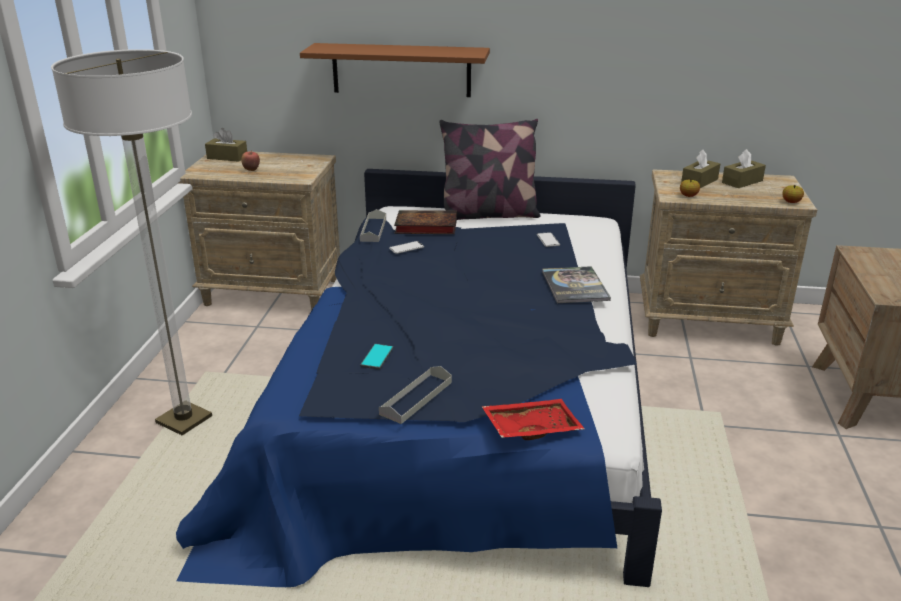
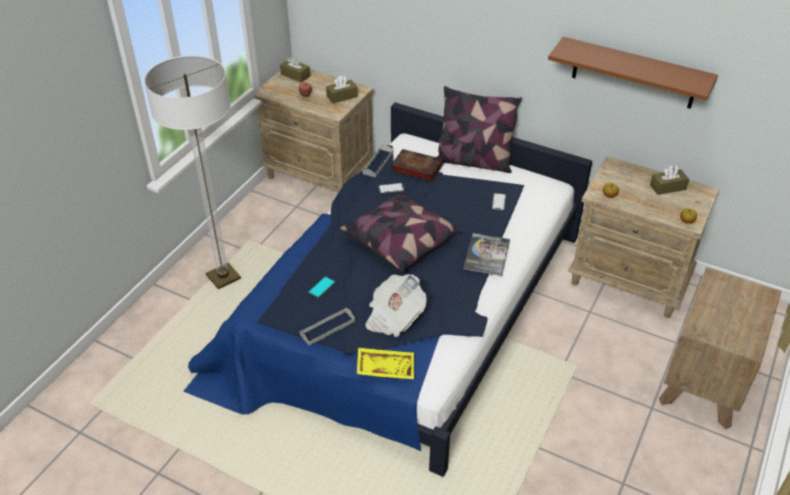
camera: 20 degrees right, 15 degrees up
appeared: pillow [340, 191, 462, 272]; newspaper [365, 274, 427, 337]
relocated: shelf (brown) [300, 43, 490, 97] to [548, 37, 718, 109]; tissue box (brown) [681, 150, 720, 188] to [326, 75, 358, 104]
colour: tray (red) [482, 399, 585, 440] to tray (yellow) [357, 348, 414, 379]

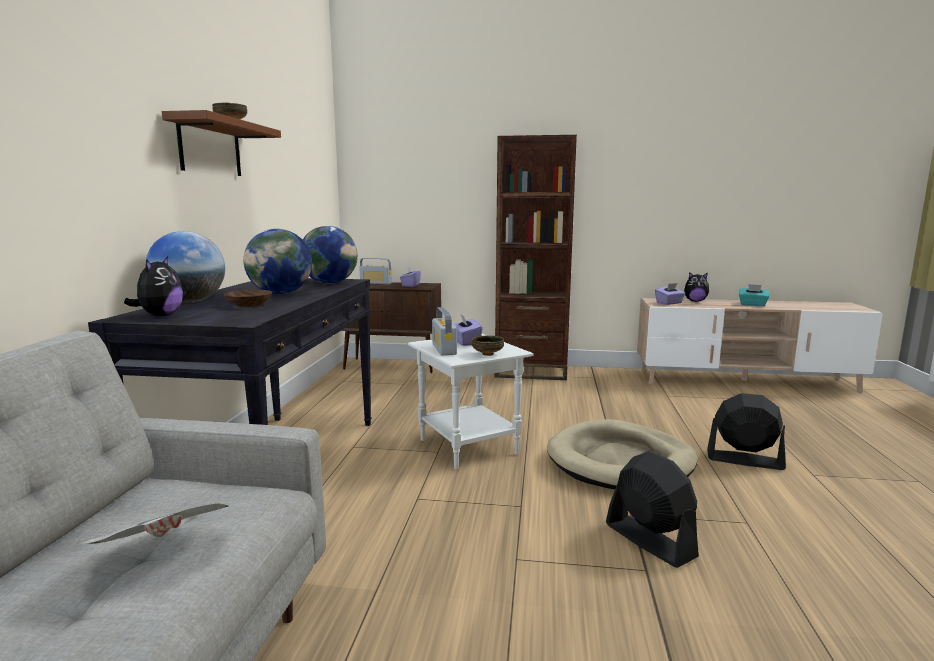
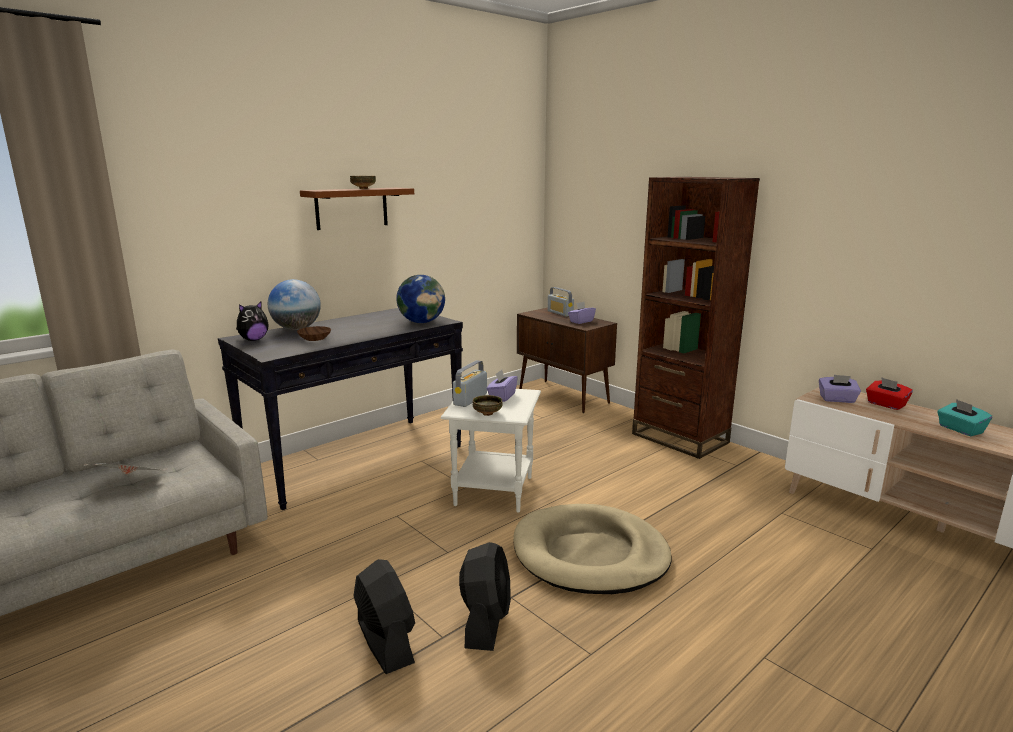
camera: 40 degrees right, 5 degrees up
missing: globe [244, 229, 312, 294]
relocated: fan (black) [707, 393, 786, 470] to [353, 559, 415, 674]
exchanged: plush toy [684, 272, 709, 302] to tissue box (red) [866, 377, 913, 410]

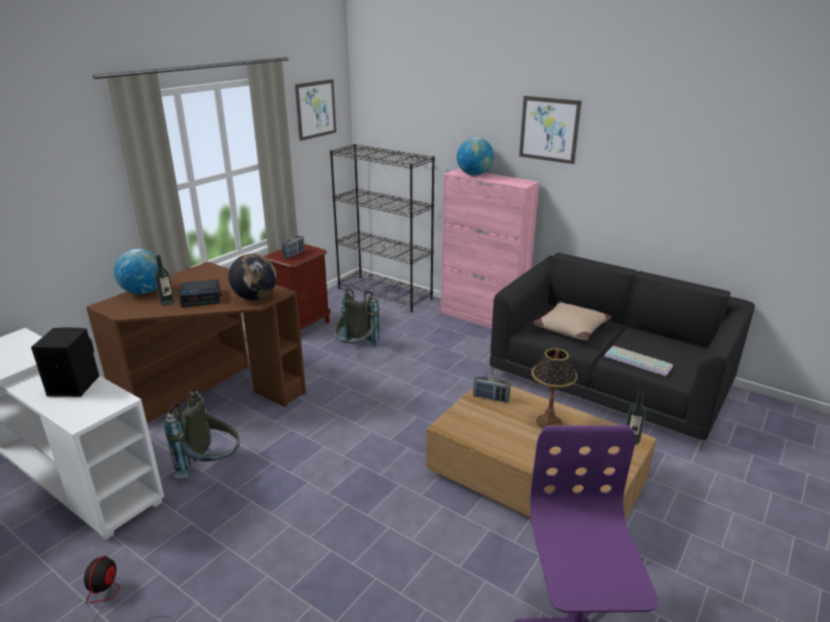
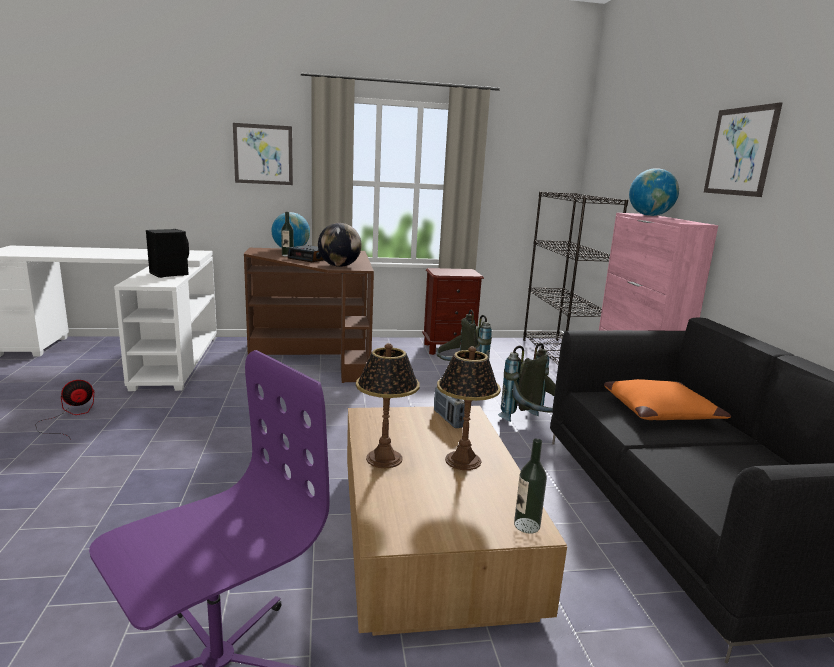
camera: 45 degrees right, 10 degrees down
missing: radio [282, 236, 305, 259]; keyboard [604, 346, 673, 376]
appeared: table lamp [356, 343, 420, 468]
relocated: picture [295, 79, 336, 141] to [233, 123, 293, 185]; backpack (grey) [164, 388, 240, 478] to [498, 343, 556, 422]
colour: pillow (beige) [533, 301, 612, 341] to pillow (orange) [604, 379, 731, 420]

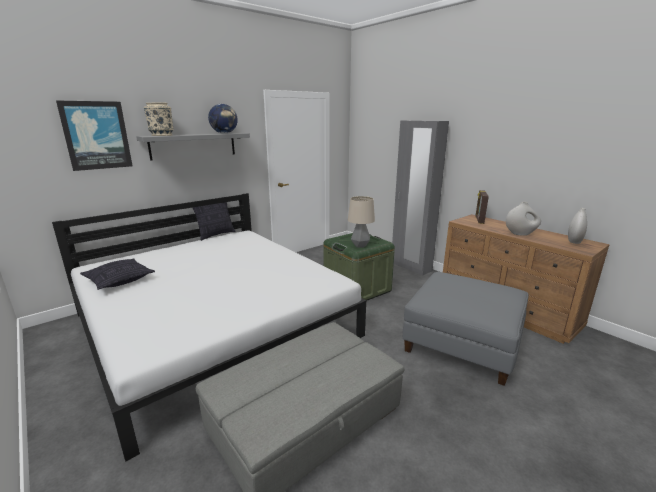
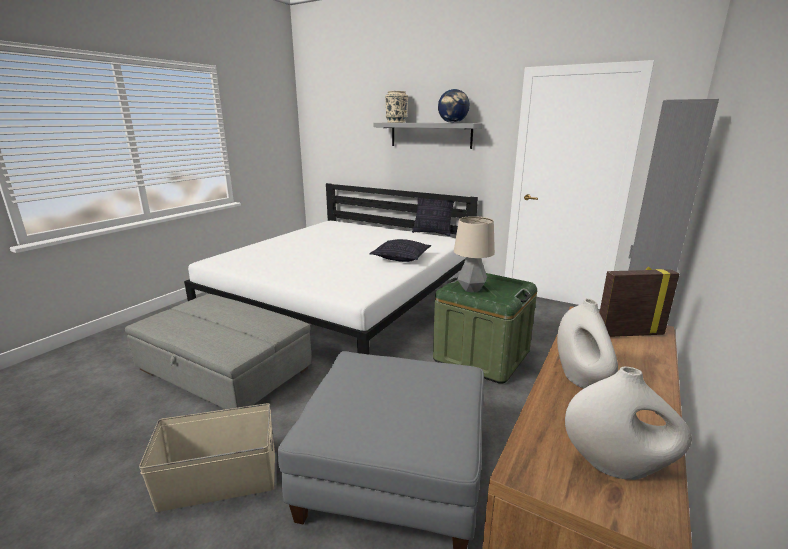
camera: 70 degrees right, 0 degrees up
missing: picture [56, 100, 132, 171]
appeared: storage box (beige) [139, 403, 275, 512]
relocated: pillow [80, 258, 155, 290] to [370, 239, 431, 262]

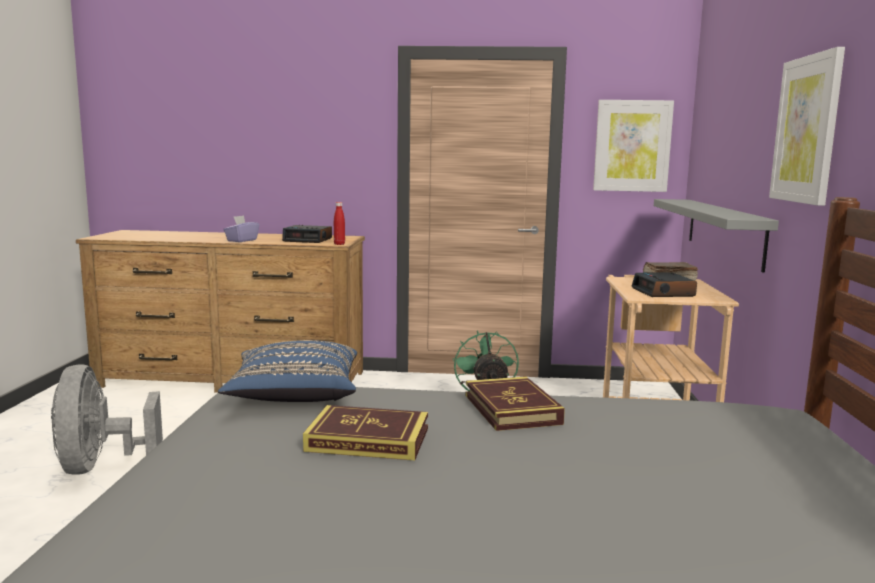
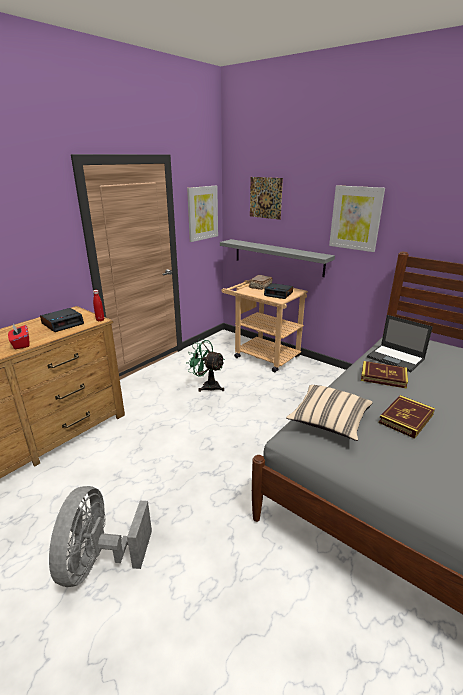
camera: 55 degrees left, 15 degrees up
appeared: picture [250, 177, 283, 220]; laptop [367, 315, 433, 372]
colour: tissue box (purple) [223, 215, 259, 242] to tissue box (red) [8, 324, 30, 349]; pillow (blue) [218, 340, 357, 402] to pillow (beige) [286, 385, 373, 441]
spun: fan (grey) [51, 364, 163, 475] = [49, 486, 152, 587] 75 degrees clockwise

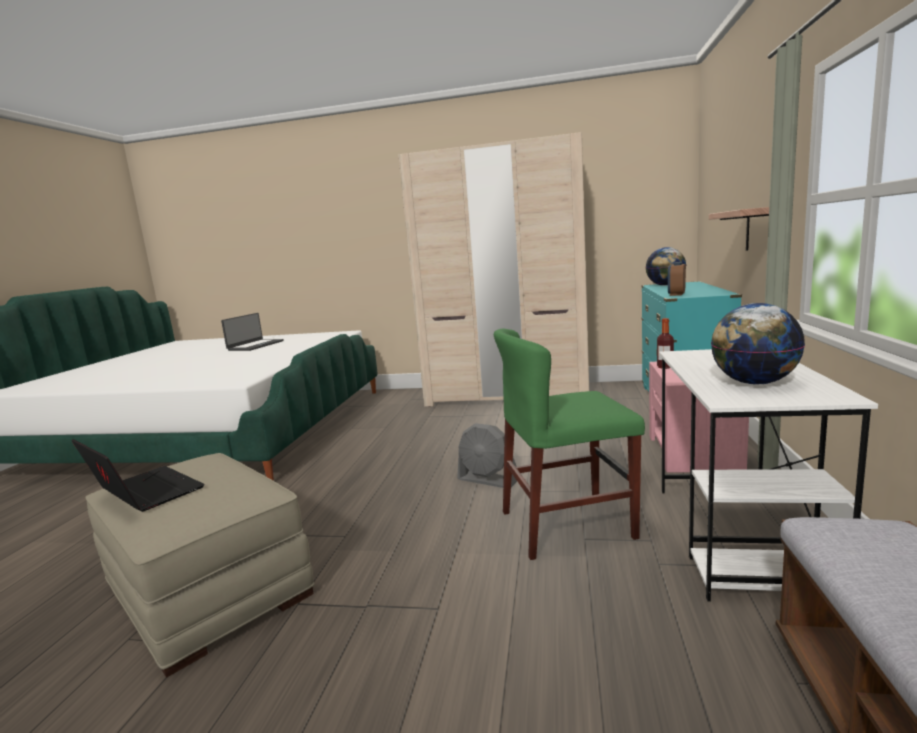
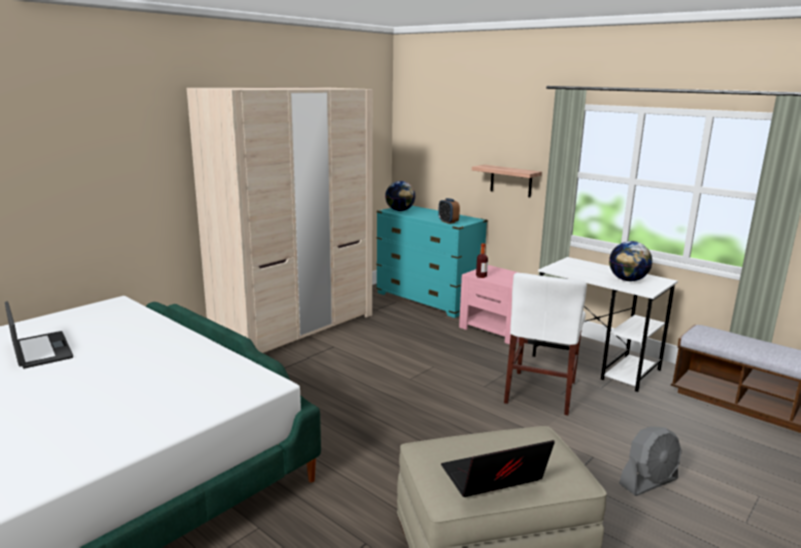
camera: 60 degrees left, 5 degrees up
relocated: fan (grey) [457, 423, 517, 488] to [619, 426, 682, 496]
colour: chair (green) [494, 328, 645, 560] to chair (white) [504, 273, 587, 415]

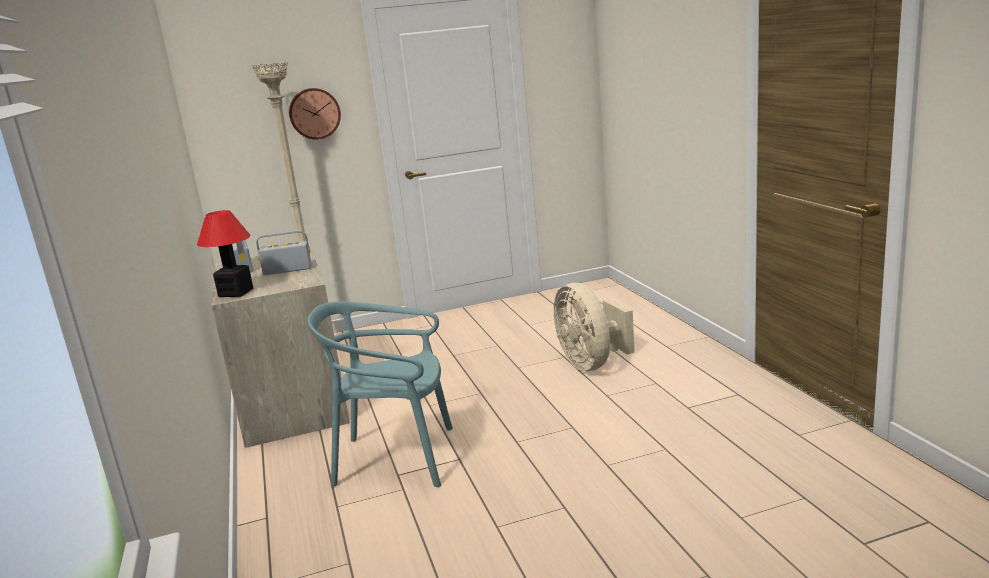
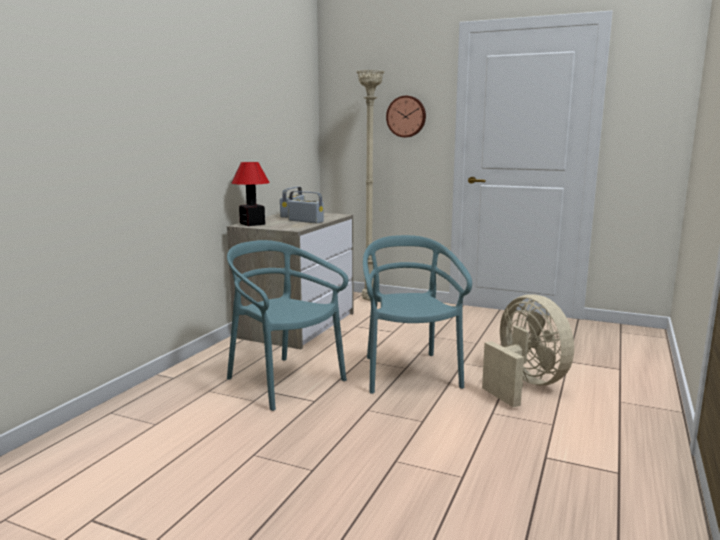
camera: 40 degrees right, 5 degrees down
appeared: chair (turquoise) [363, 235, 472, 394]
spun: fan (beige) [554, 283, 635, 371] = [482, 294, 574, 408] 135 degrees clockwise

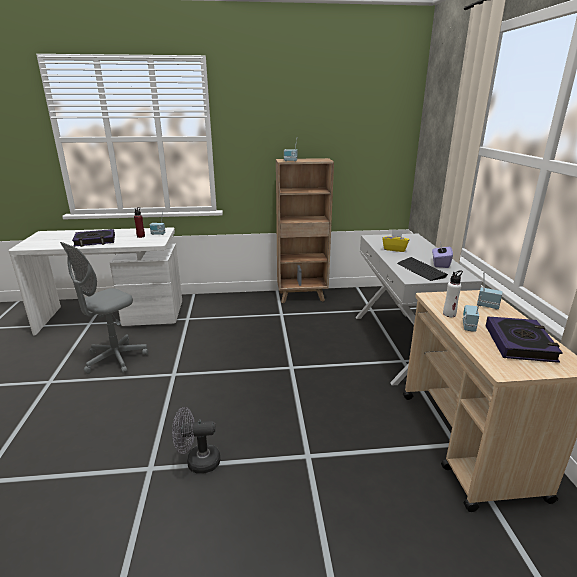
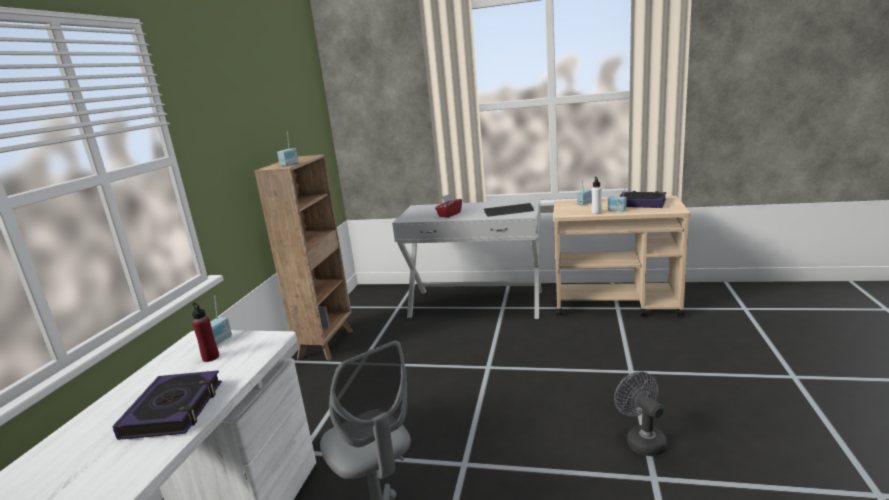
camera: 70 degrees left, 5 degrees down
missing: tissue box (purple) [432, 246, 453, 268]
colour: tissue box (yellow) [382, 229, 409, 252] to tissue box (red) [435, 194, 462, 218]
spun: fan (grey) [172, 407, 220, 474] = [614, 372, 668, 456] 150 degrees clockwise

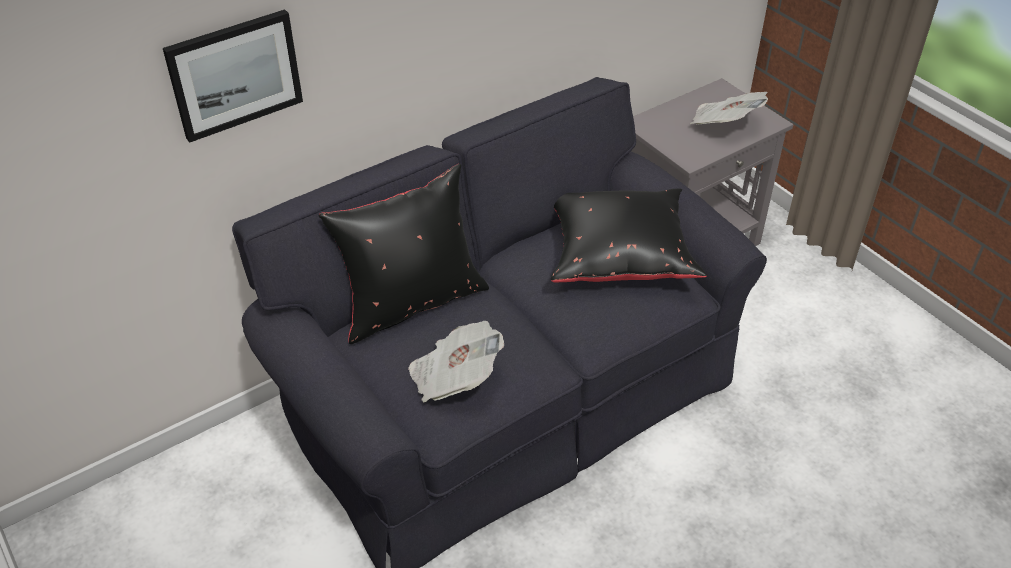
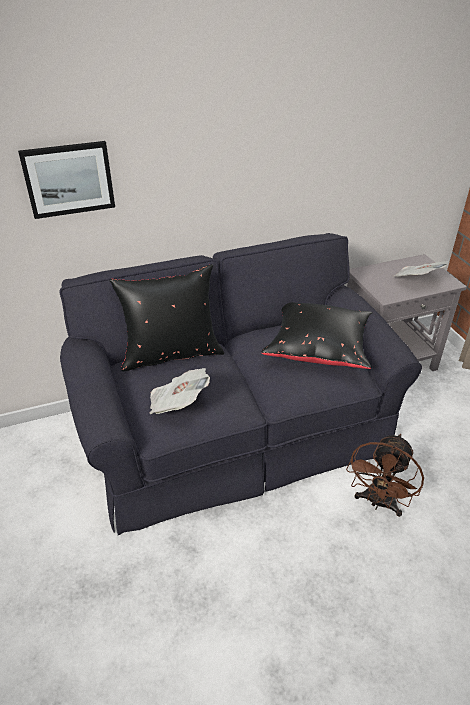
camera: 15 degrees right, 5 degrees down
appeared: fan (brown) [346, 434, 424, 517]

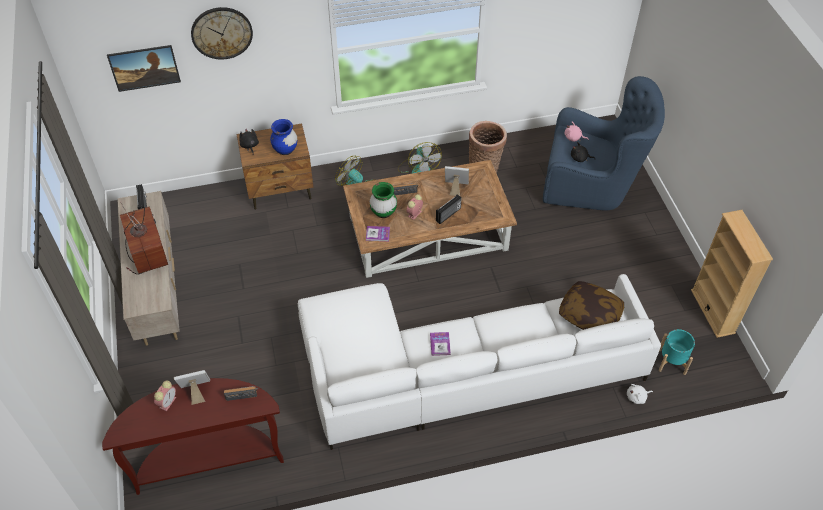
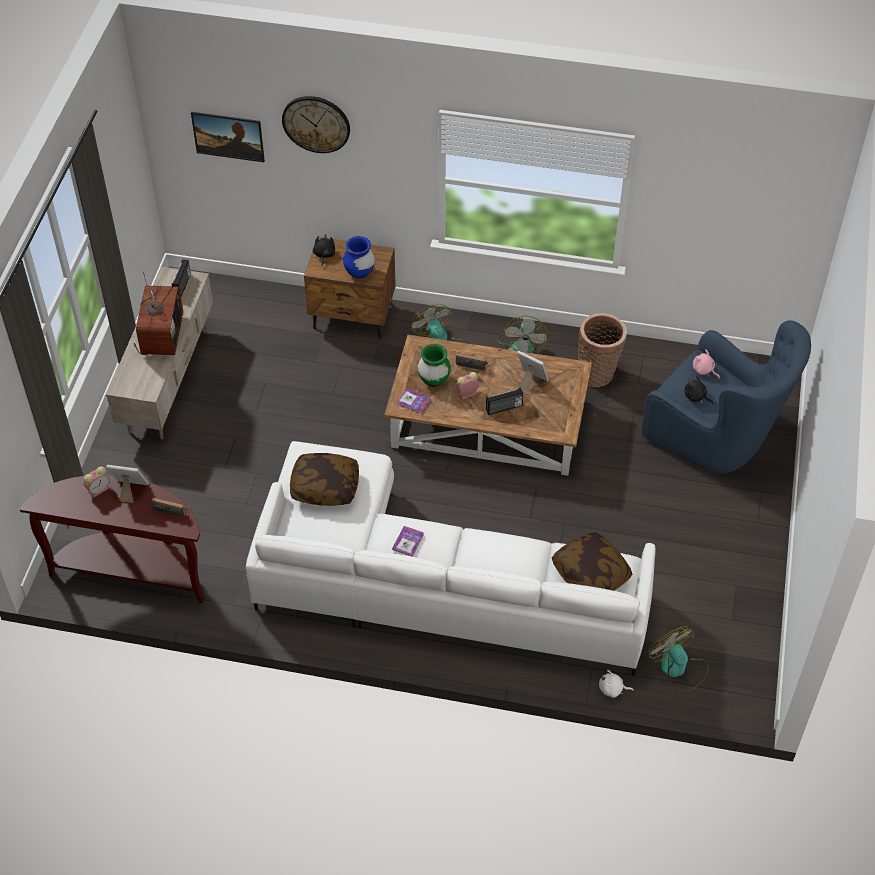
camera: 25 degrees right, 0 degrees up
missing: bookcase (beige) [691, 210, 773, 338]
appeared: pillow [290, 453, 359, 506]
exchanged: planter (turquoise) [659, 329, 695, 375] to fan [649, 626, 709, 691]

